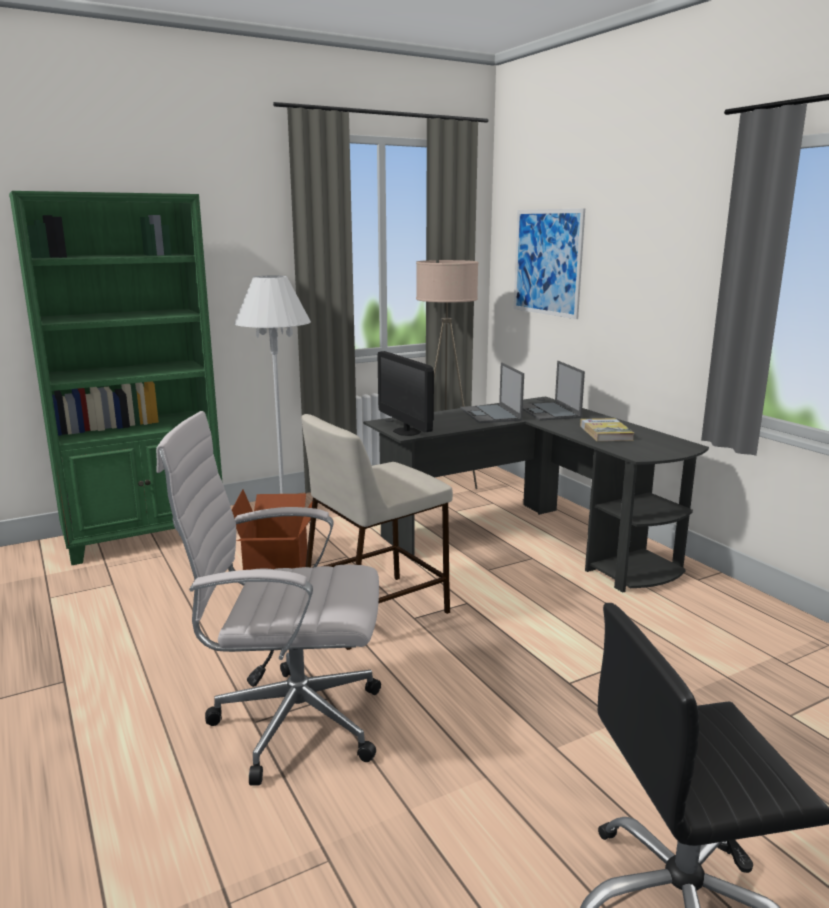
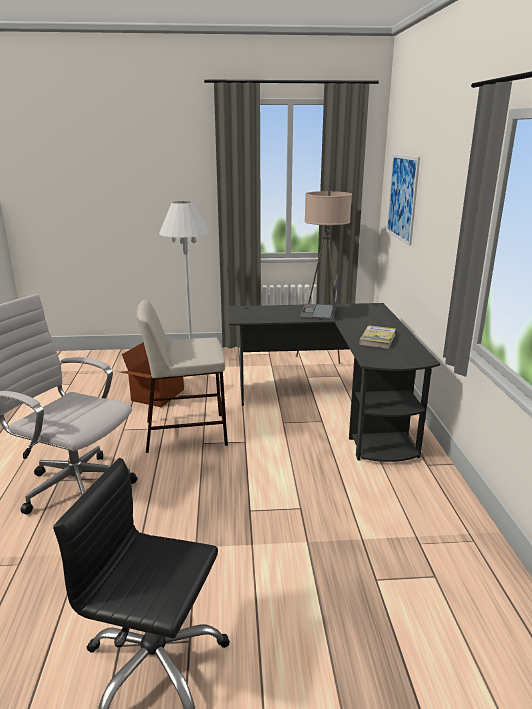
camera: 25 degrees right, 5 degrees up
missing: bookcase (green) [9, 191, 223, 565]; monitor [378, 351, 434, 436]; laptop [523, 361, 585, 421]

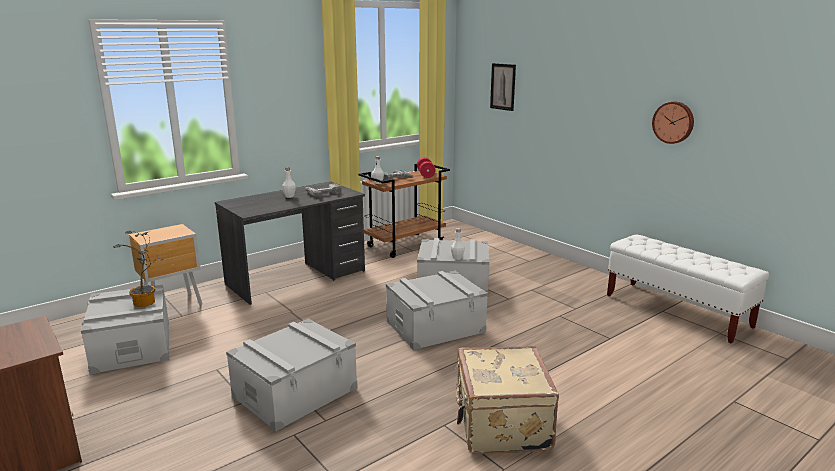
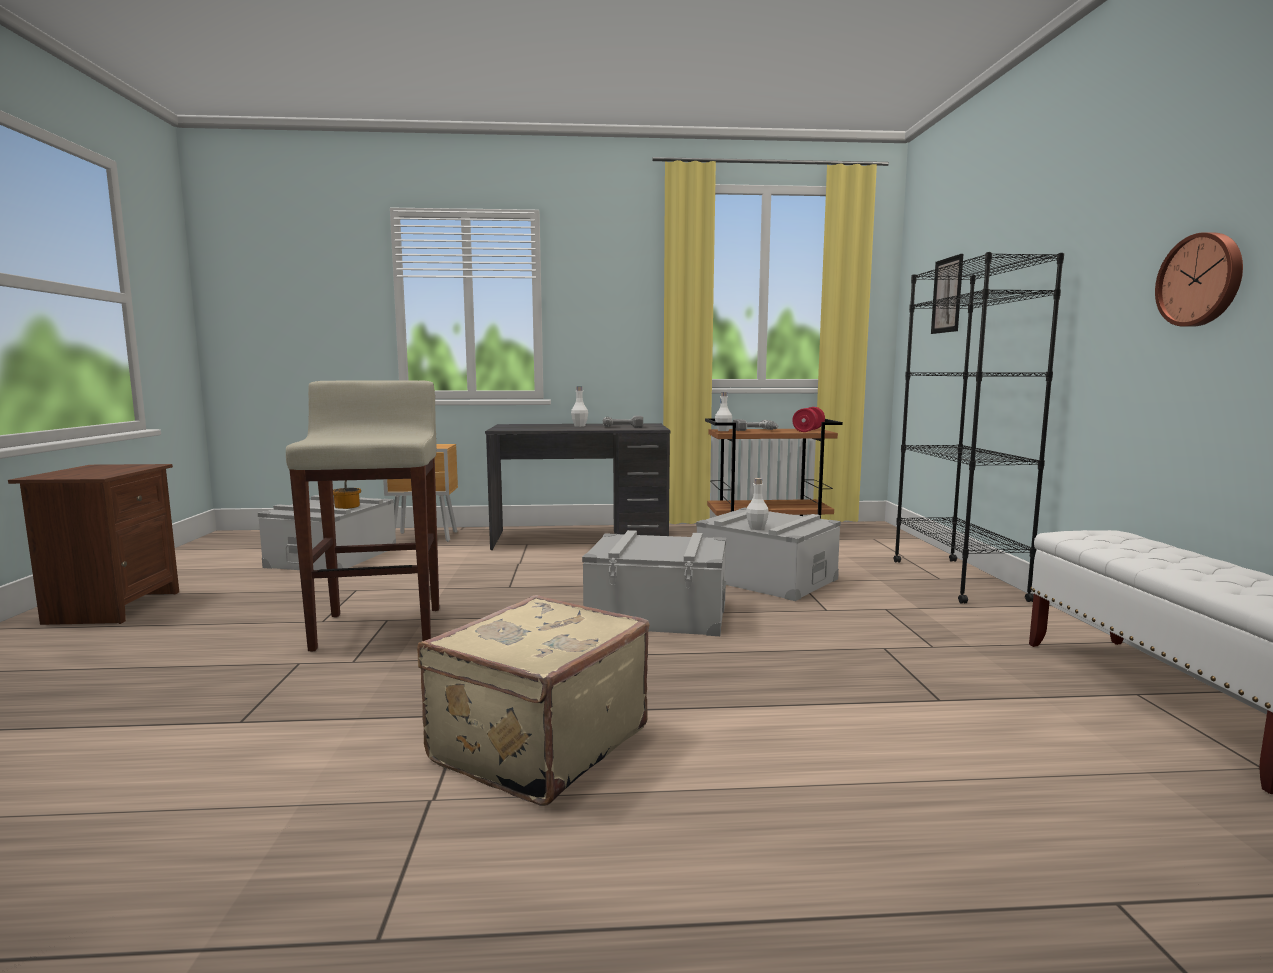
camera: 35 degrees right, 10 degrees down
appeared: bookcase (black) [893, 252, 1064, 603]
exchanged: storage box (grey) [226, 318, 357, 432] to stool (beige) [286, 380, 439, 652]

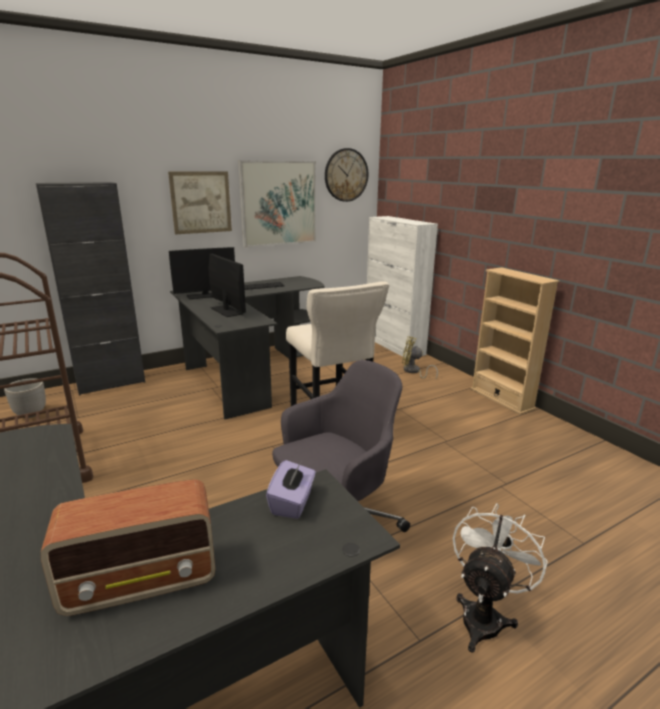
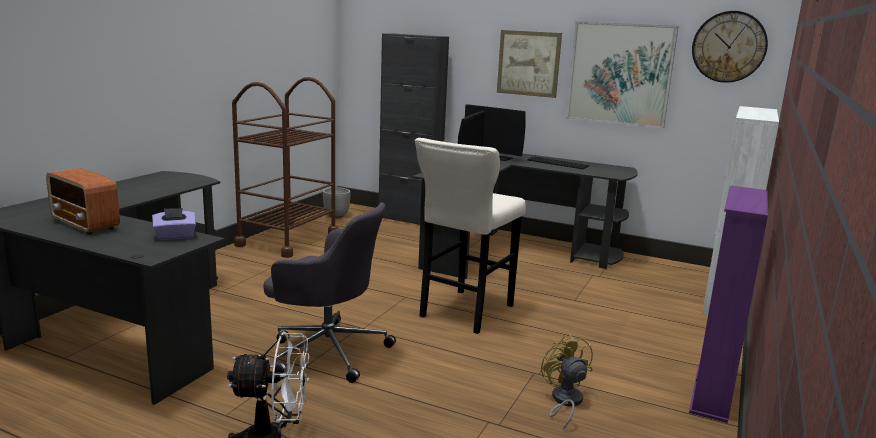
camera: 55 degrees right, 5 degrees down
relocated: fan (yellow) [402, 336, 438, 379] to [541, 333, 593, 430]
colour: bookcase (beige) [471, 267, 559, 415] to bookcase (purple) [689, 186, 768, 423]

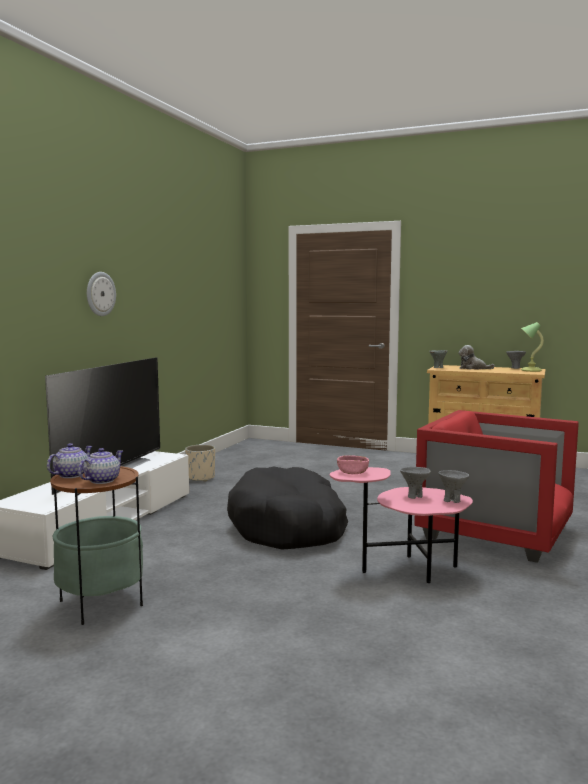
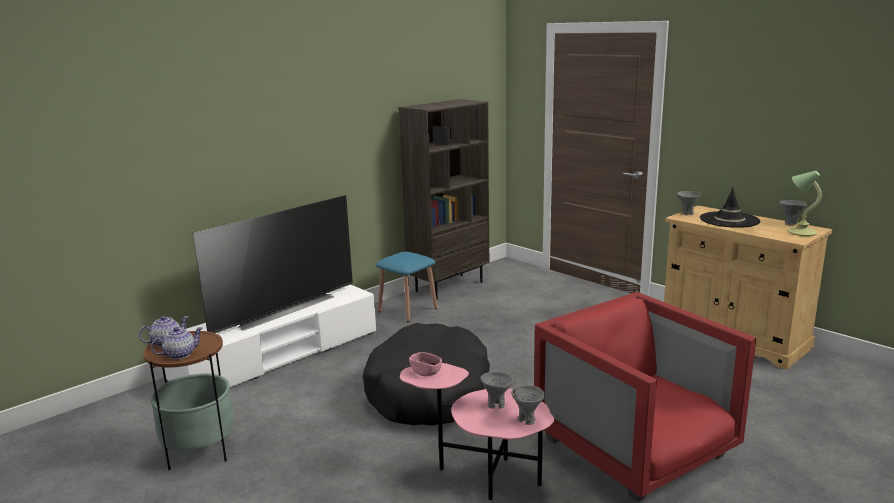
camera: 25 degrees right, 10 degrees up
missing: wall clock [87, 272, 116, 316]
appeared: bookcase (brown) [399, 99, 489, 300]
exchanged: plush toy [459, 345, 495, 370] to hat (black) [700, 187, 760, 228]; planter (beige) [185, 445, 215, 481] to stool (blue) [376, 252, 438, 322]

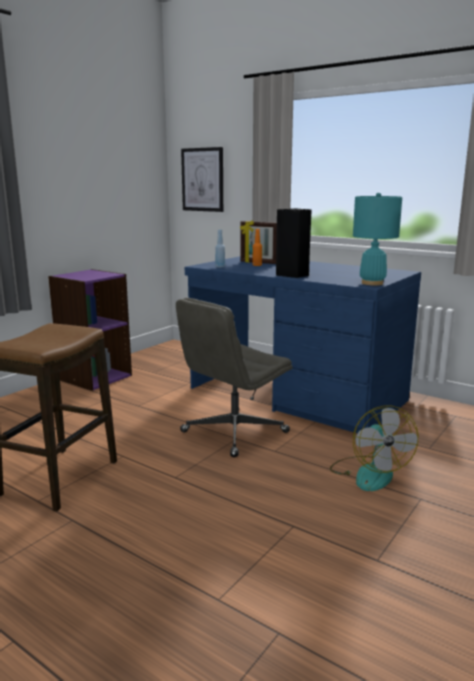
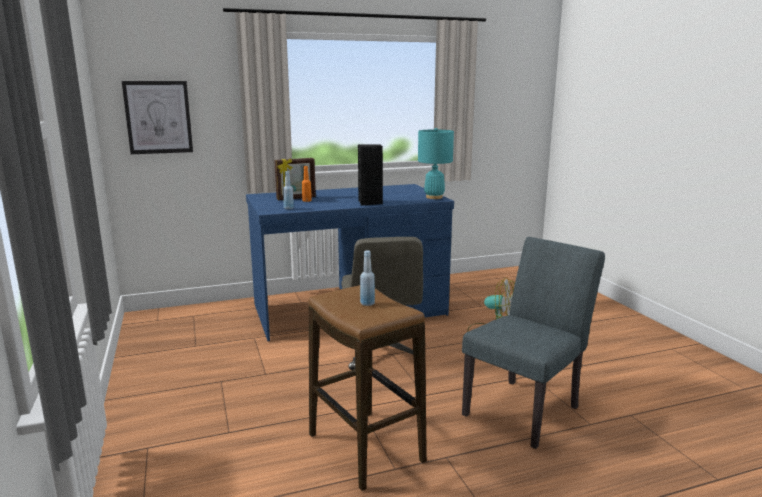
camera: 55 degrees left, 0 degrees up
missing: bookcase (purple) [48, 269, 132, 391]
appeared: chair (grey) [462, 237, 605, 449]; bottle (blue) [360, 251, 375, 306]

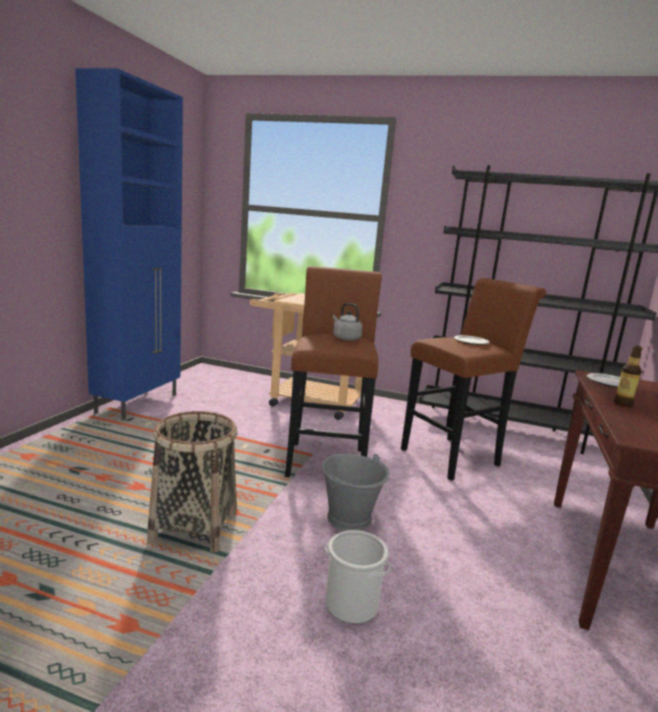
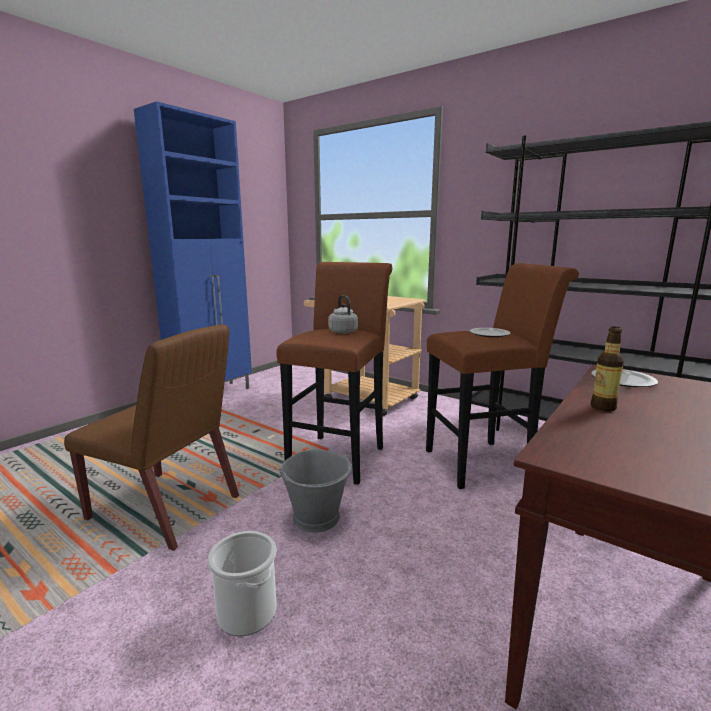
camera: 20 degrees right, 0 degrees up
exchanged: basket [147, 411, 237, 553] to chair (brown) [64, 325, 239, 551]

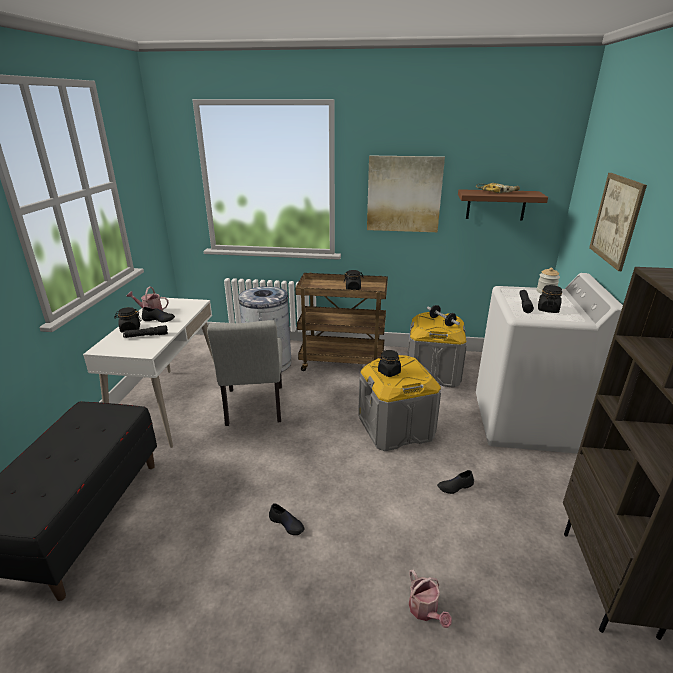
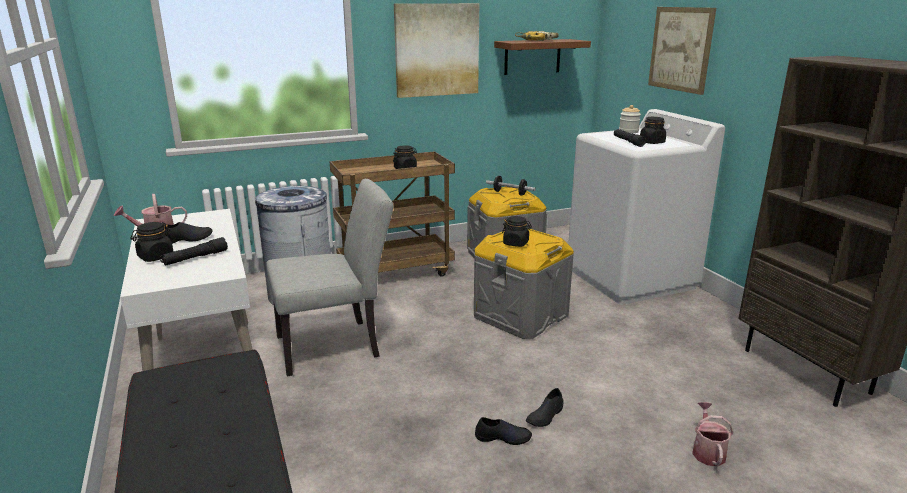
camera: 30 degrees left, 5 degrees down
relocated: shoe (black) [437, 470, 474, 494] to [526, 388, 564, 427]
spun: chair (grey) [207, 320, 282, 426] = [266, 179, 393, 377] 75 degrees counterclockwise; watering can [409, 570, 452, 628] = [692, 402, 733, 466] 120 degrees counterclockwise

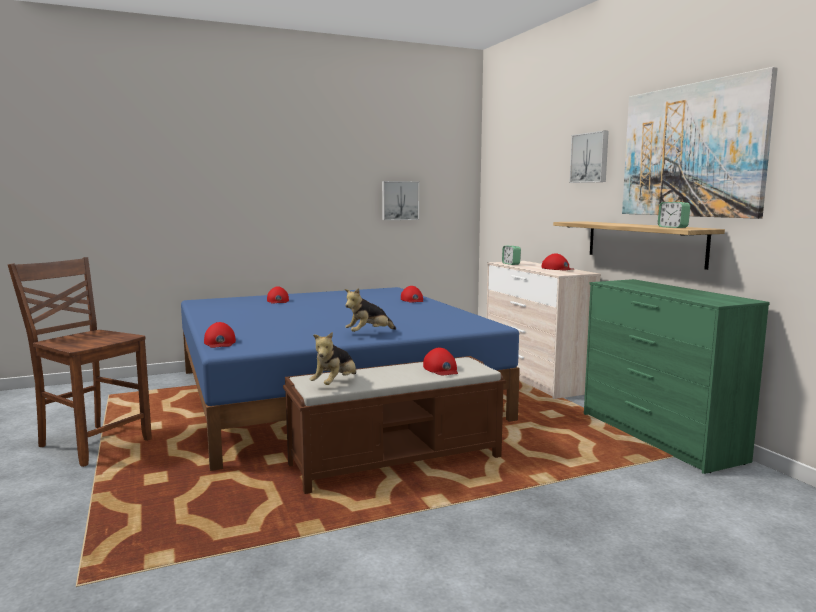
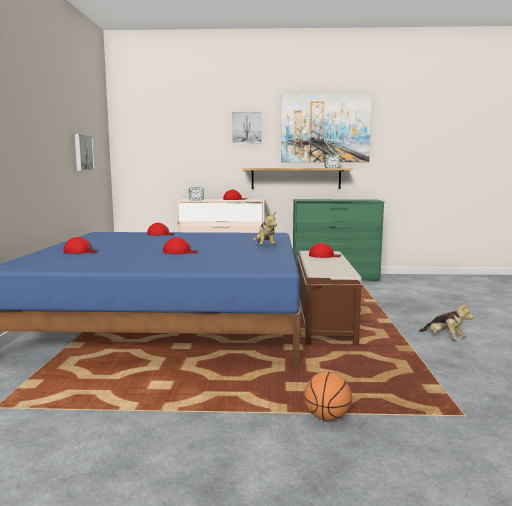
camera: 65 degrees left, 0 degrees up
missing: chair (brown) [8, 257, 152, 467]
appeared: basketball [304, 372, 352, 421]
relocated: cap (red) [204, 322, 236, 348] to [163, 237, 199, 254]; plush toy [310, 332, 356, 385] to [419, 302, 474, 339]

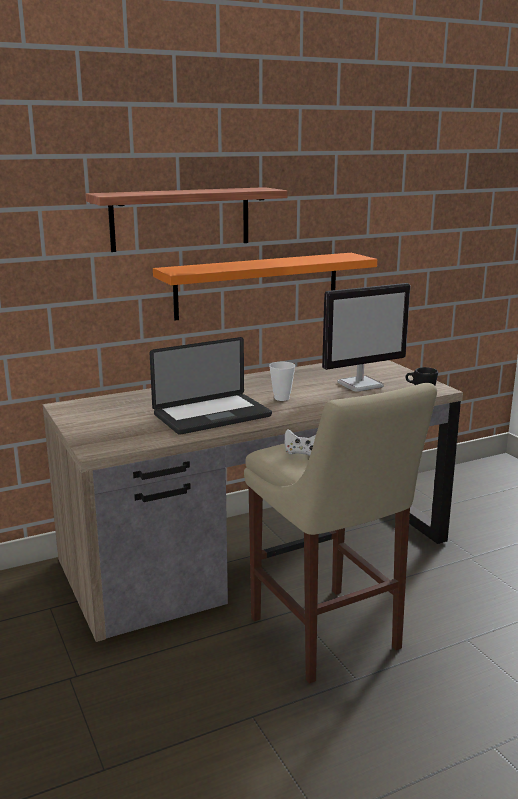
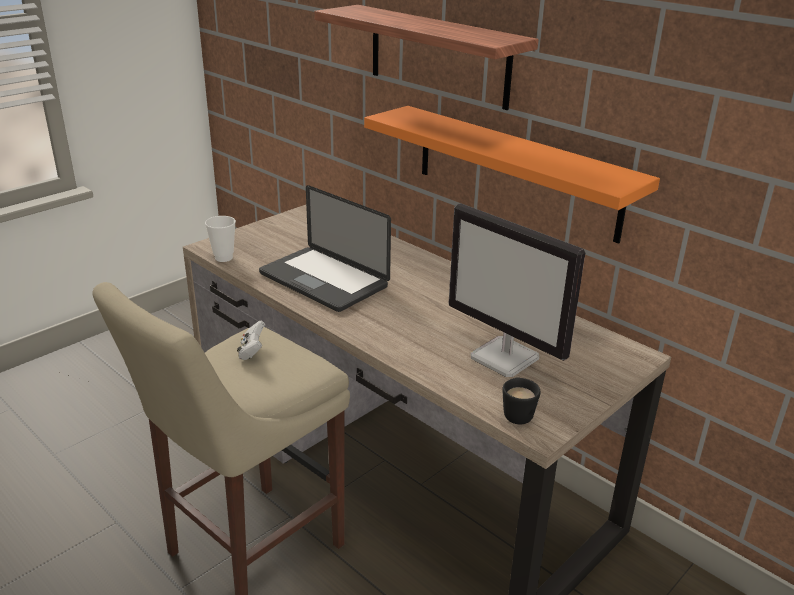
camera: 70 degrees right, 10 degrees up
relocated: cup [269, 362, 295, 401] to [205, 216, 236, 262]

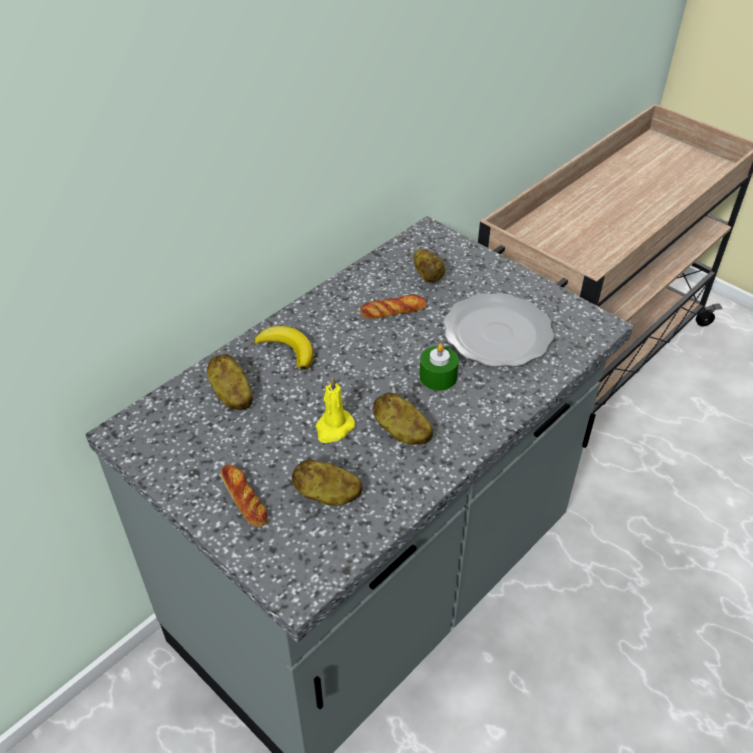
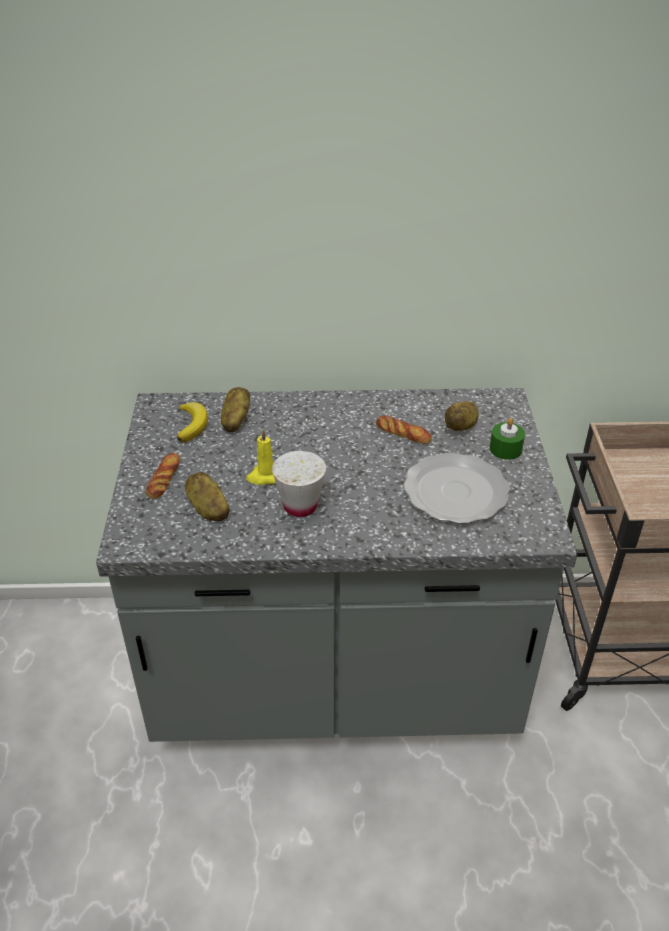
camera: 45 degrees right, 5 degrees down
relocated: banana [254, 326, 313, 370] to [177, 402, 208, 442]; candle (green) [419, 343, 459, 391] to [490, 418, 525, 460]
exchanged: potato [373, 392, 433, 445] to cup (white) [272, 451, 326, 517]

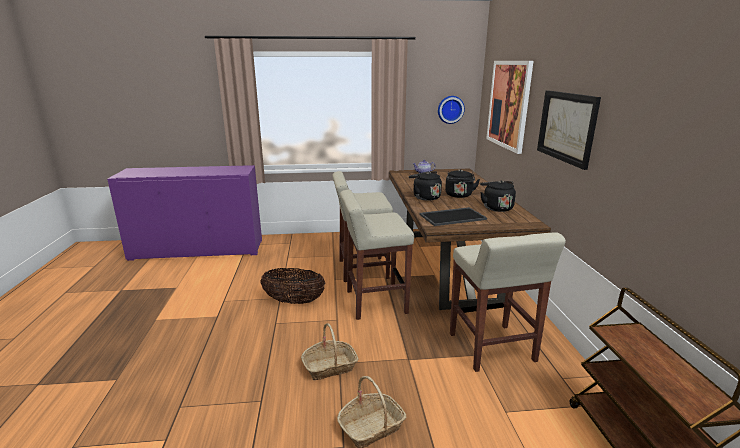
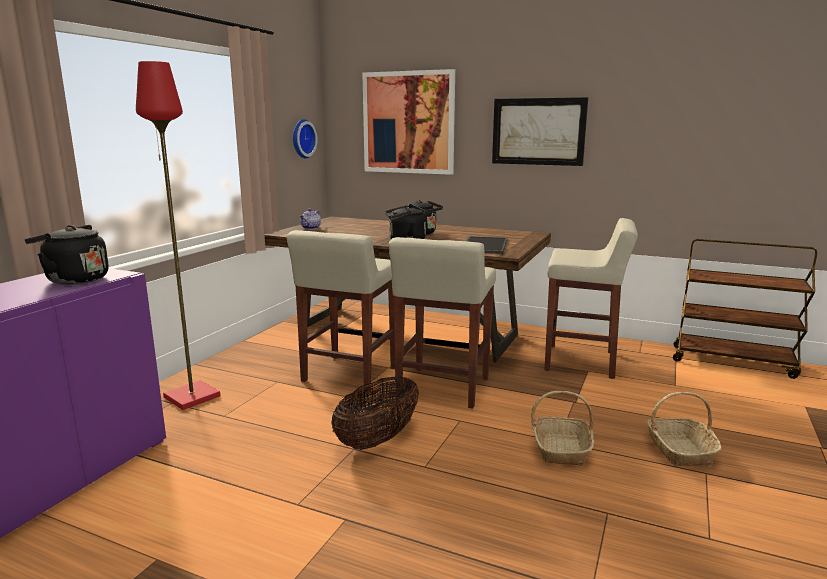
camera: 60 degrees left, 5 degrees down
appeared: floor lamp (red) [136, 61, 221, 410]
relocated: kettle (black) [480, 180, 516, 212] to [25, 225, 109, 285]

